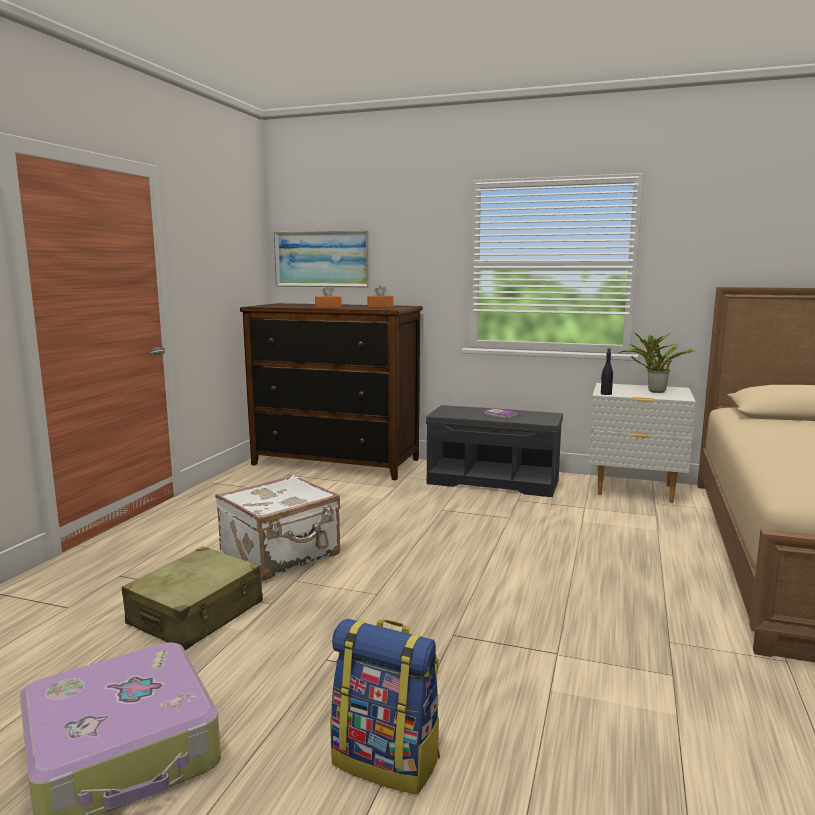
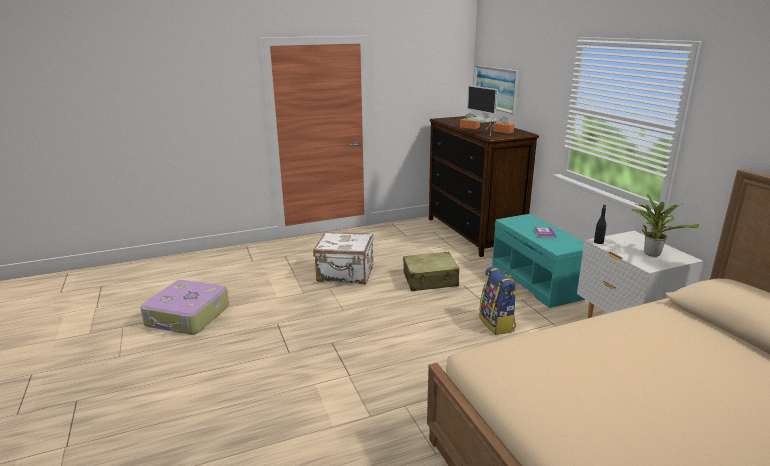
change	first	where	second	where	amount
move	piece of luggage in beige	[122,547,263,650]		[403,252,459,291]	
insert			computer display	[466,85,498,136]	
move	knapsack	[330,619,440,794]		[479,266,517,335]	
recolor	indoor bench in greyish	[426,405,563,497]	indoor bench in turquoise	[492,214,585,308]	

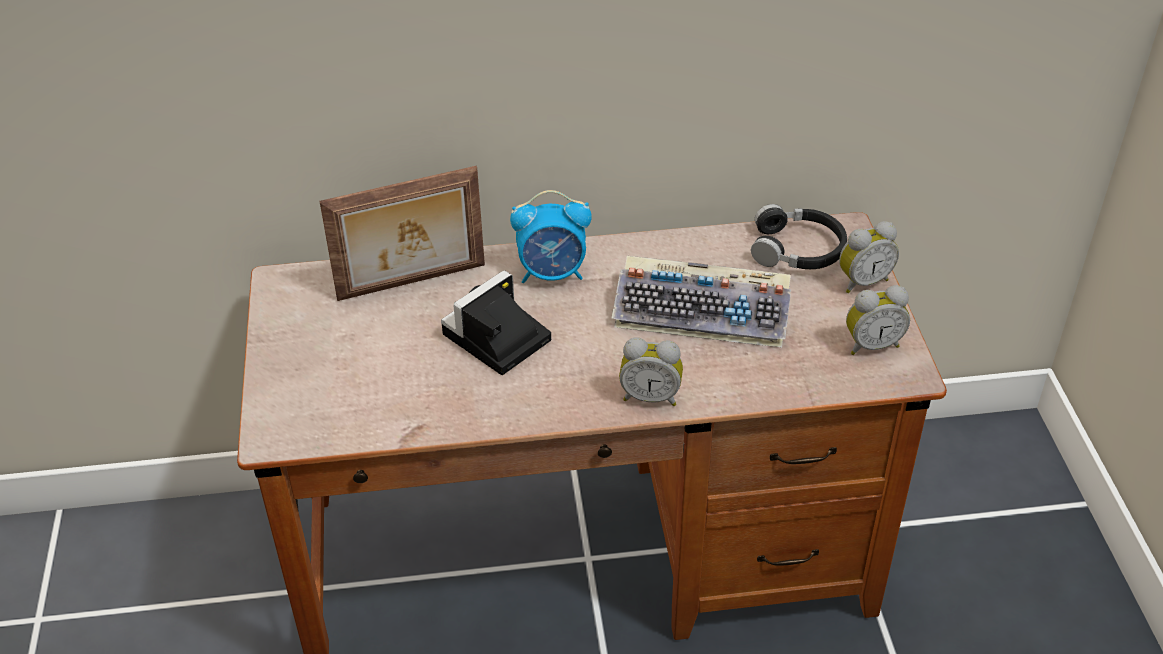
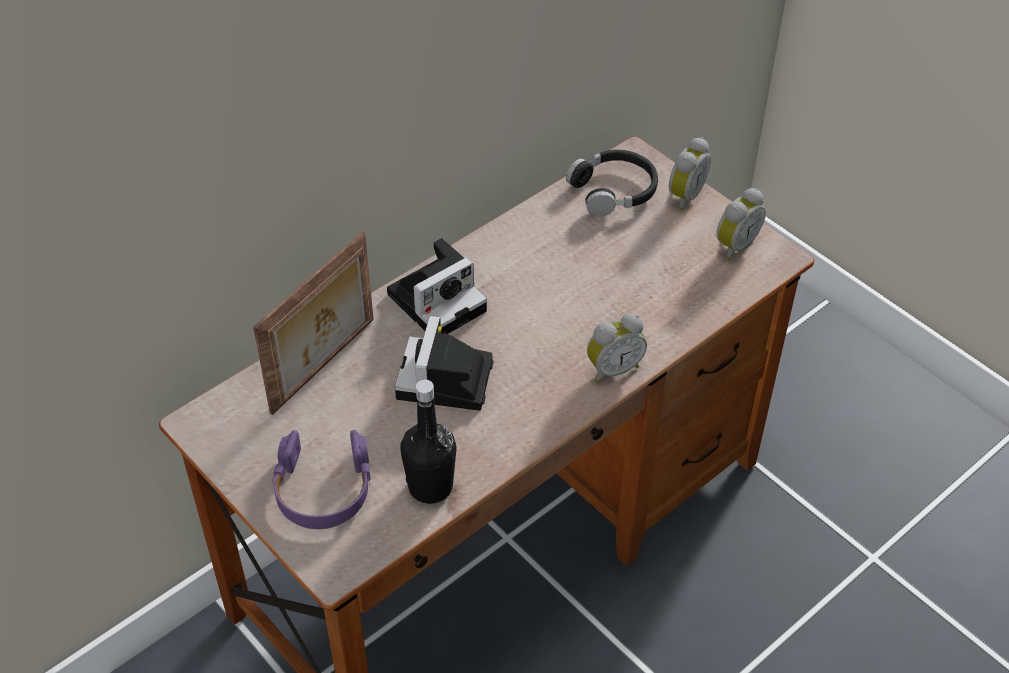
change	first	where	second	where	amount
insert			headphones in purple	[272,430,371,529]	
replace	bedside clock	[510,190,592,283]	still camera	[387,238,487,334]	
insert			bottle in black	[400,380,457,504]	
delete	computer keyboard	[611,256,791,347]			

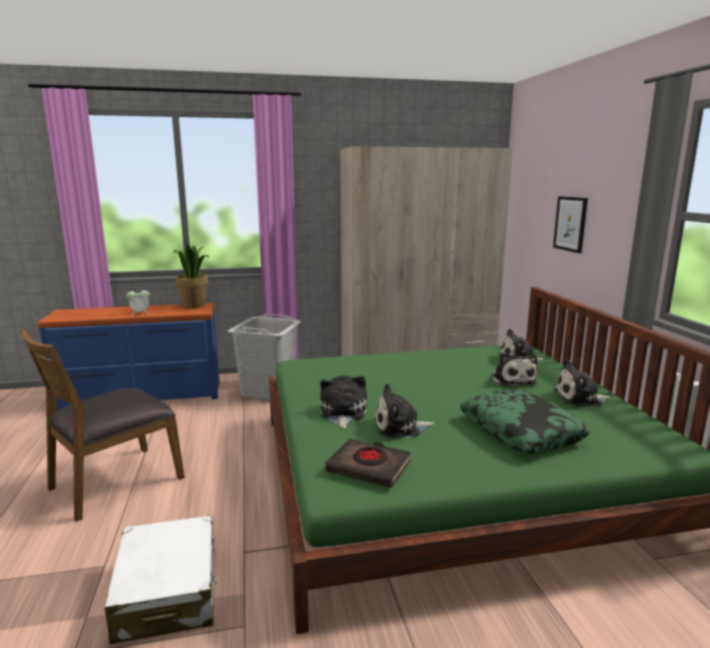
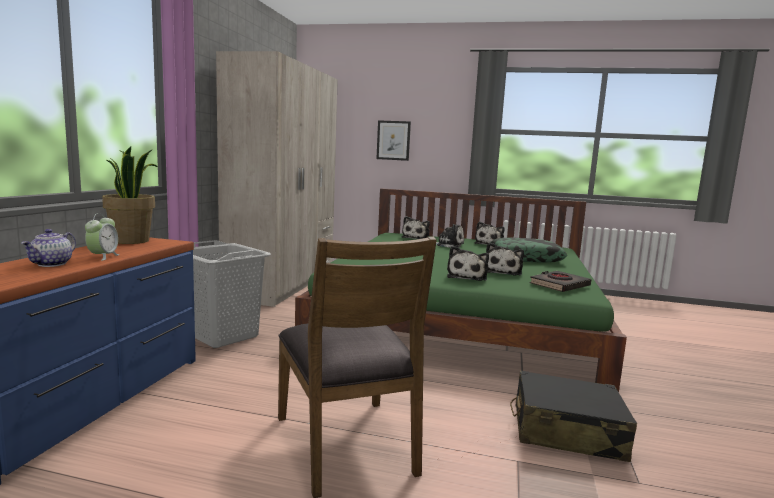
change	first	where	second	where	amount
insert			pot for tea	[21,229,76,267]	
rotate	plush toy	[320,376,367,429]		[447,246,489,281]	105 degrees counterclockwise
recolor	piece of luggage in whitish	[105,515,217,644]	piece of luggage in black	[510,370,637,462]	

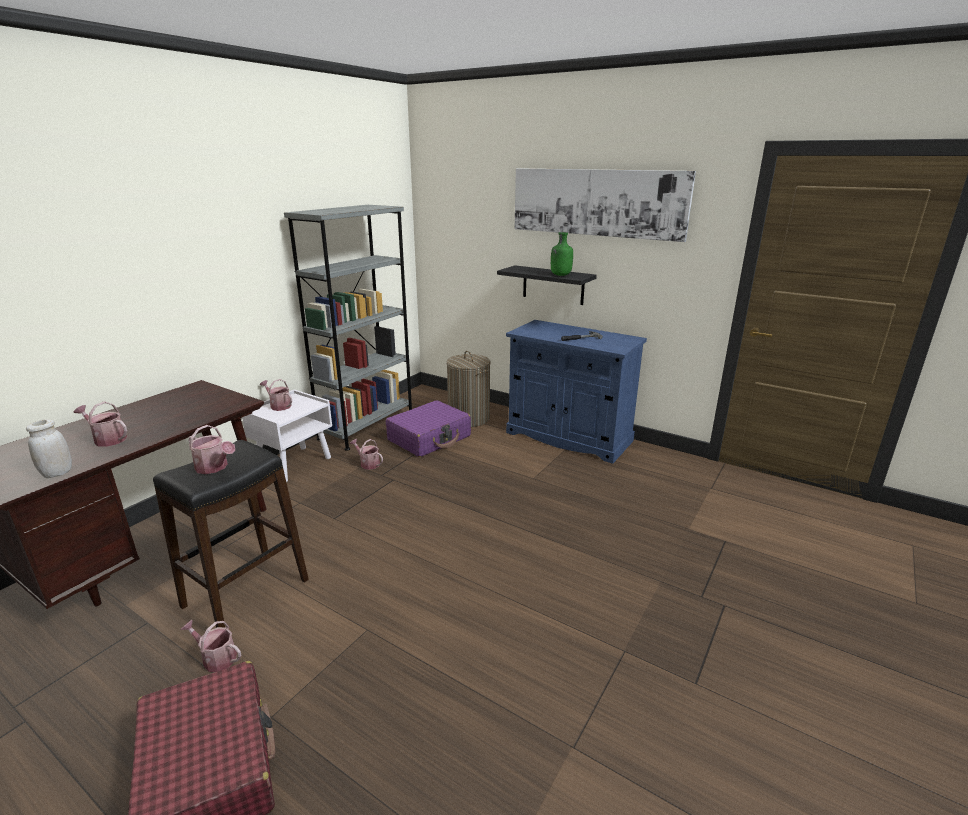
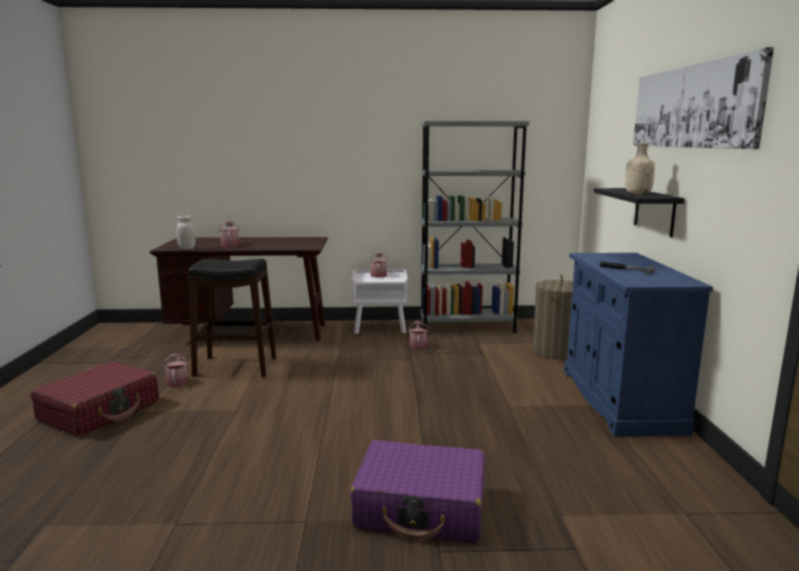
change	first	where	second	where	amount
move	piece of luggage in purple	[386,400,471,457]		[350,440,485,543]	
recolor	bottle in green-coloured	[551,232,573,276]	bottle in beige	[625,143,655,195]	
delete	watering pot	[188,425,235,474]			

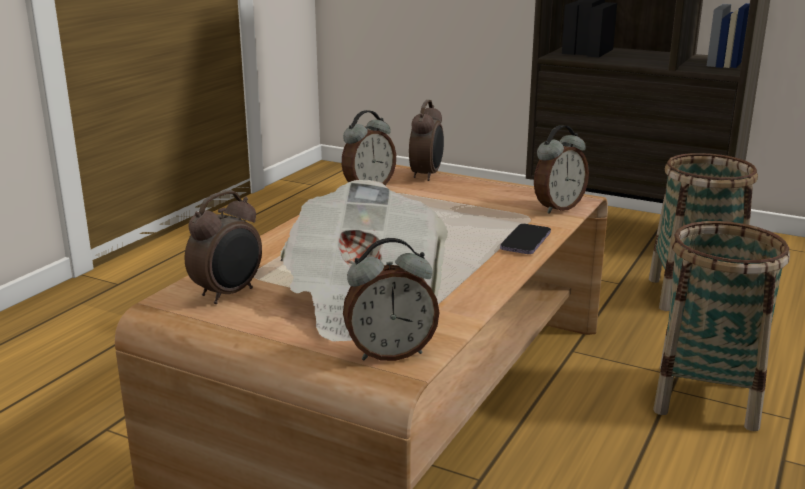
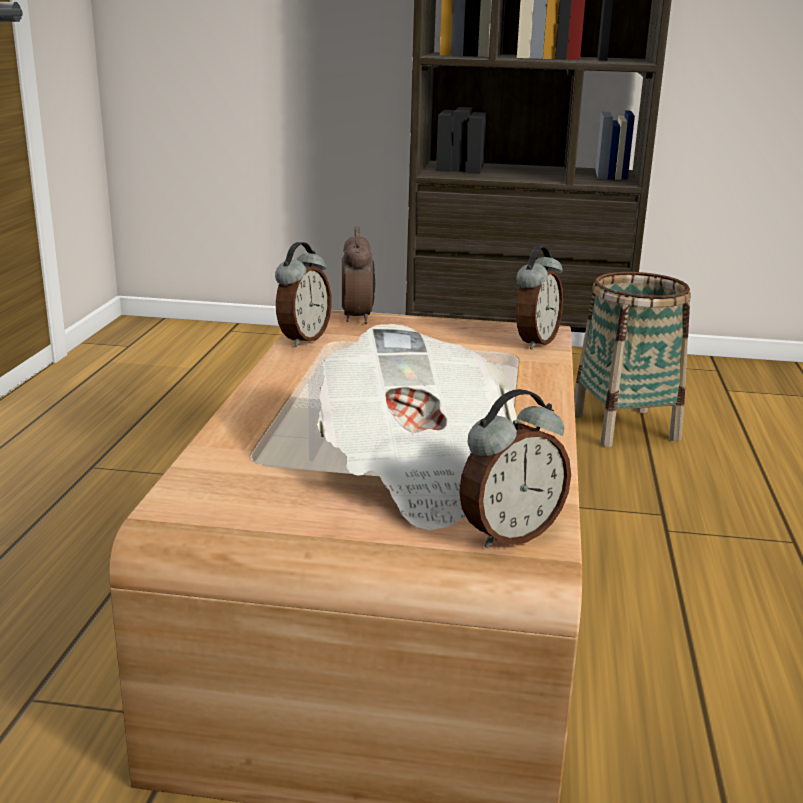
change	first	where	second	where	amount
delete	bedside clock	[185,190,262,304]			
delete	telephone	[500,224,551,254]			
delete	household basket	[653,221,790,431]			

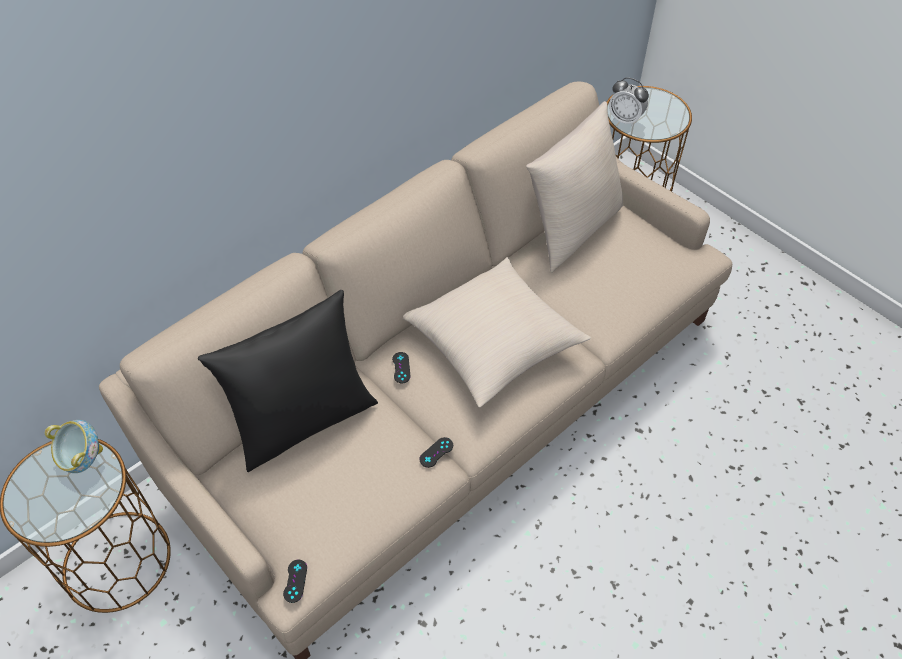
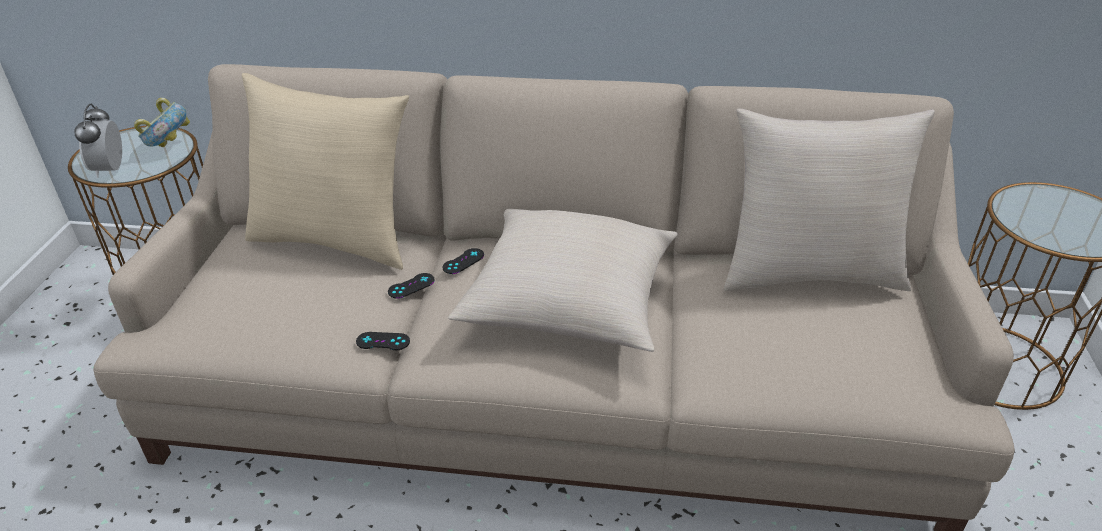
change	first	where	second	where	amount
move	bedside clock	[609,77,649,127]		[74,104,122,178]	
recolor	pillow in black	[198,290,378,472]	pillow in beige	[242,73,409,270]	
move	gamepad in black	[283,560,307,603]		[388,273,435,298]	

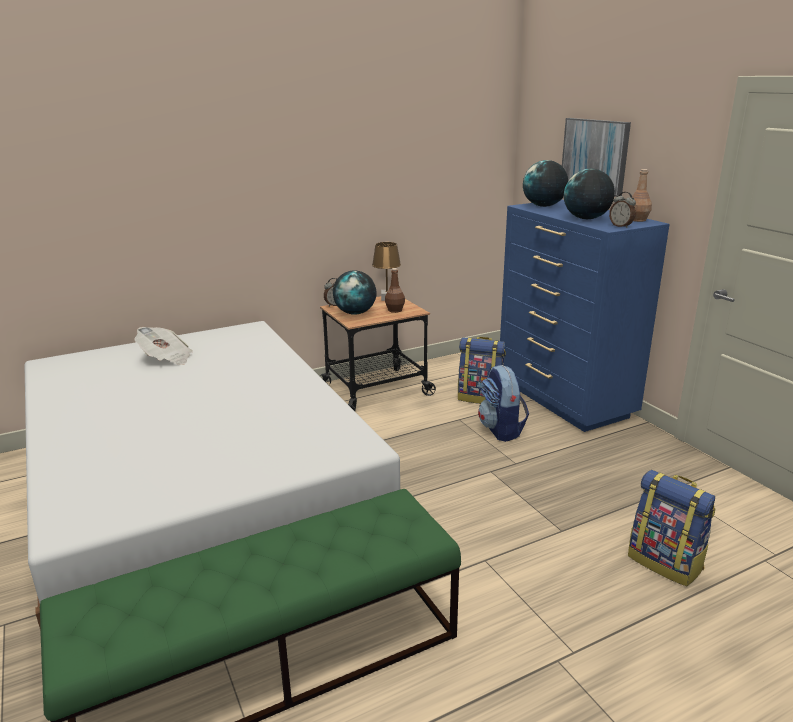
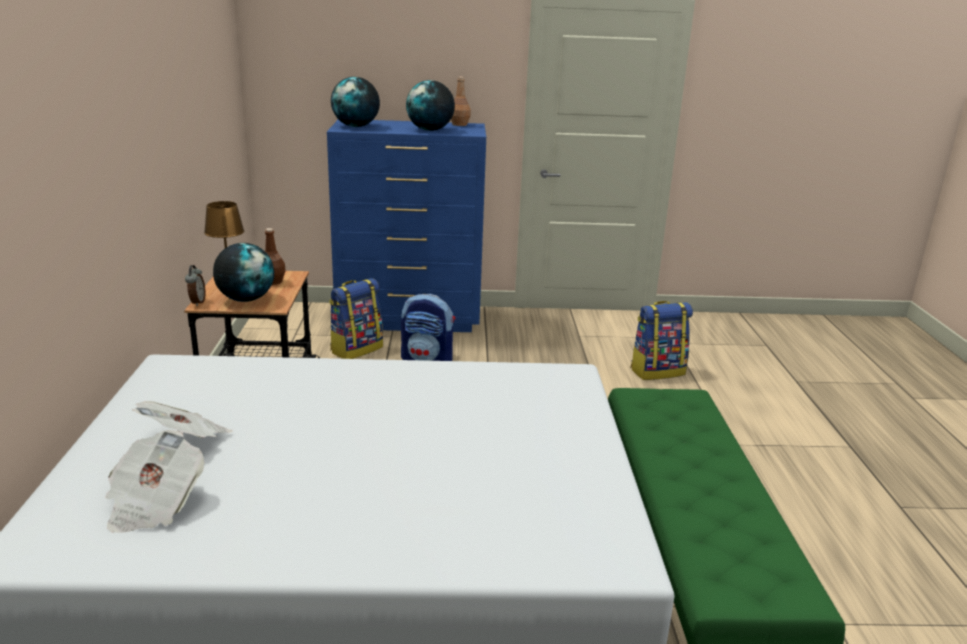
change	first	where	second	where	amount
insert			daily paper	[105,430,204,533]	
delete	picture	[562,118,631,197]			
delete	bedside clock	[609,192,636,228]			

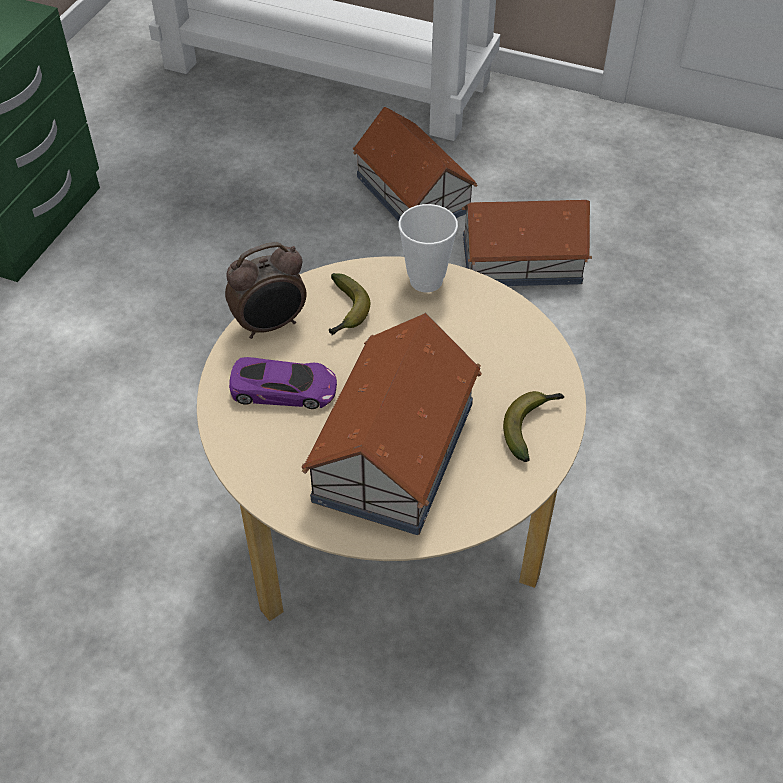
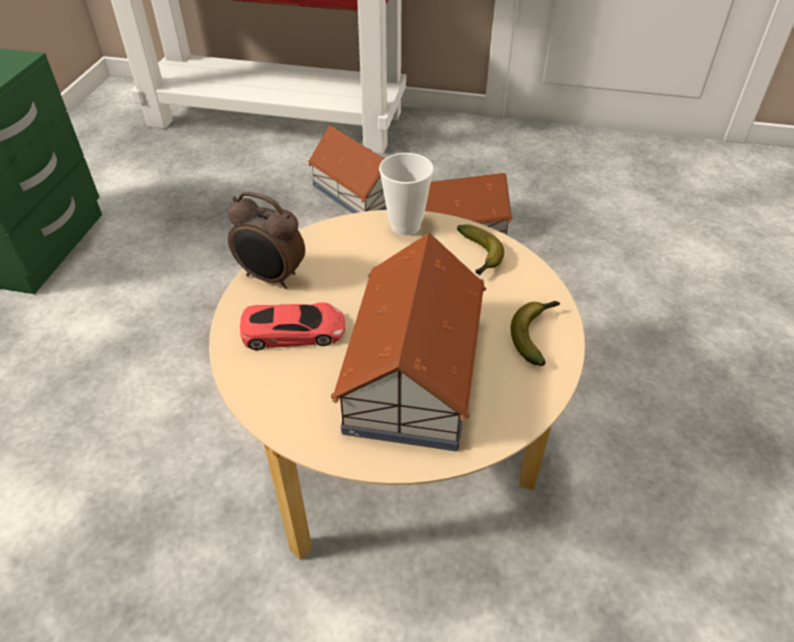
change	first	where	second	where	amount
rotate	bedside clock	[225,242,307,339]		[228,191,305,289]	60 degrees clockwise
recolor	miniature car in purple	[229,357,337,409]	miniature car in reddish	[240,302,345,350]	
move	banana fruit	[329,273,370,336]		[457,224,504,276]	

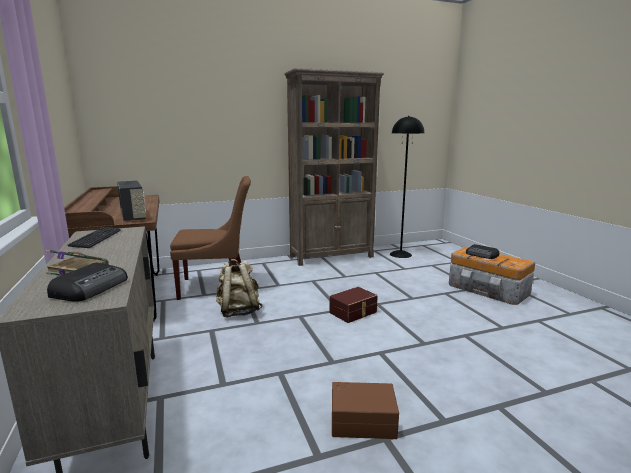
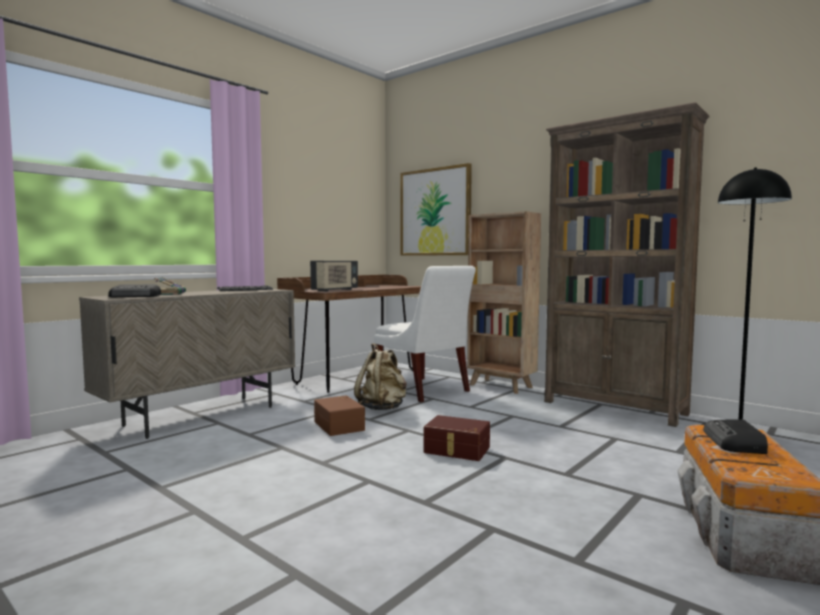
change	first	where	second	where	amount
move	storage container in brown	[332,382,399,439]		[314,395,365,436]	
recolor	upright chair in brown	[170,176,251,300]	upright chair in whitish	[374,266,476,402]	
insert			picture	[400,163,472,256]	
insert			bookcase in brown	[467,211,541,394]	

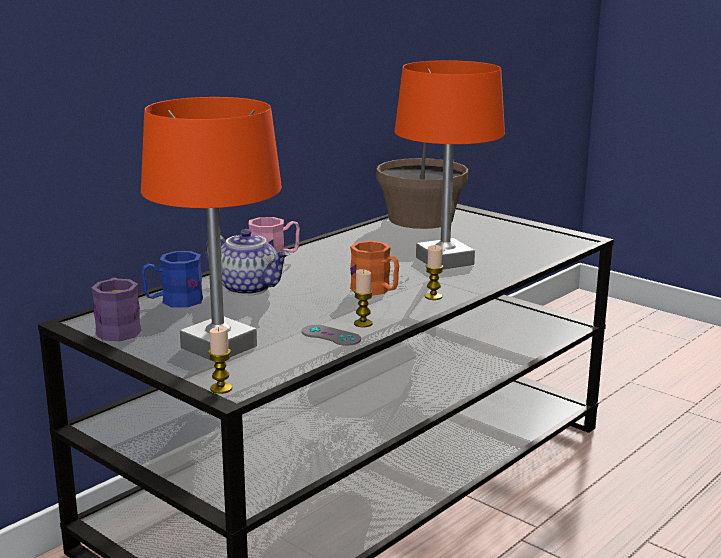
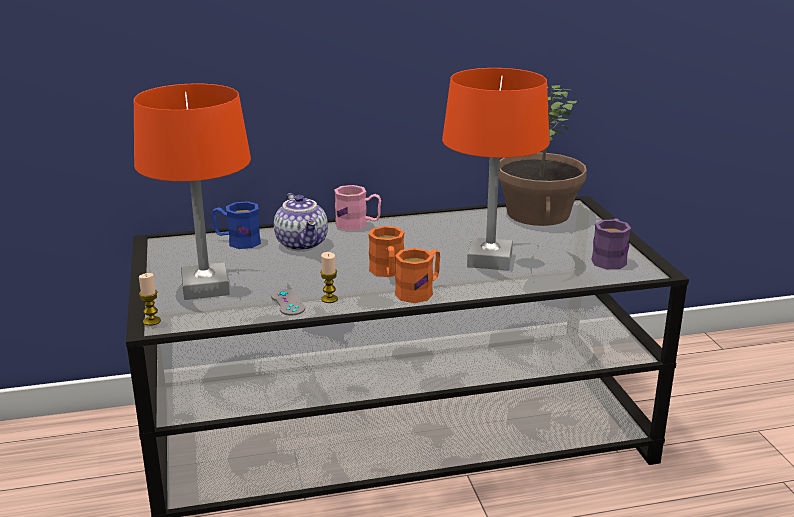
change	first	where	second	where	amount
replace	candle	[425,245,444,300]	coffee mug in orangey	[395,248,440,303]	
move	coffee mug in purple	[91,278,142,341]		[591,218,631,269]	

